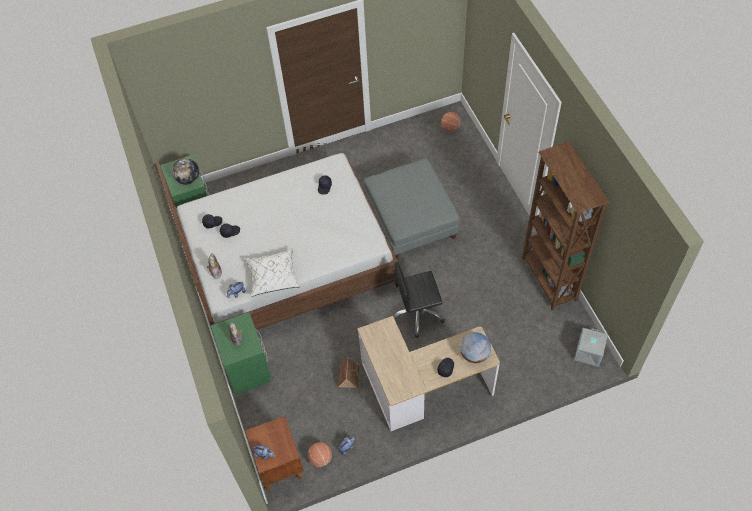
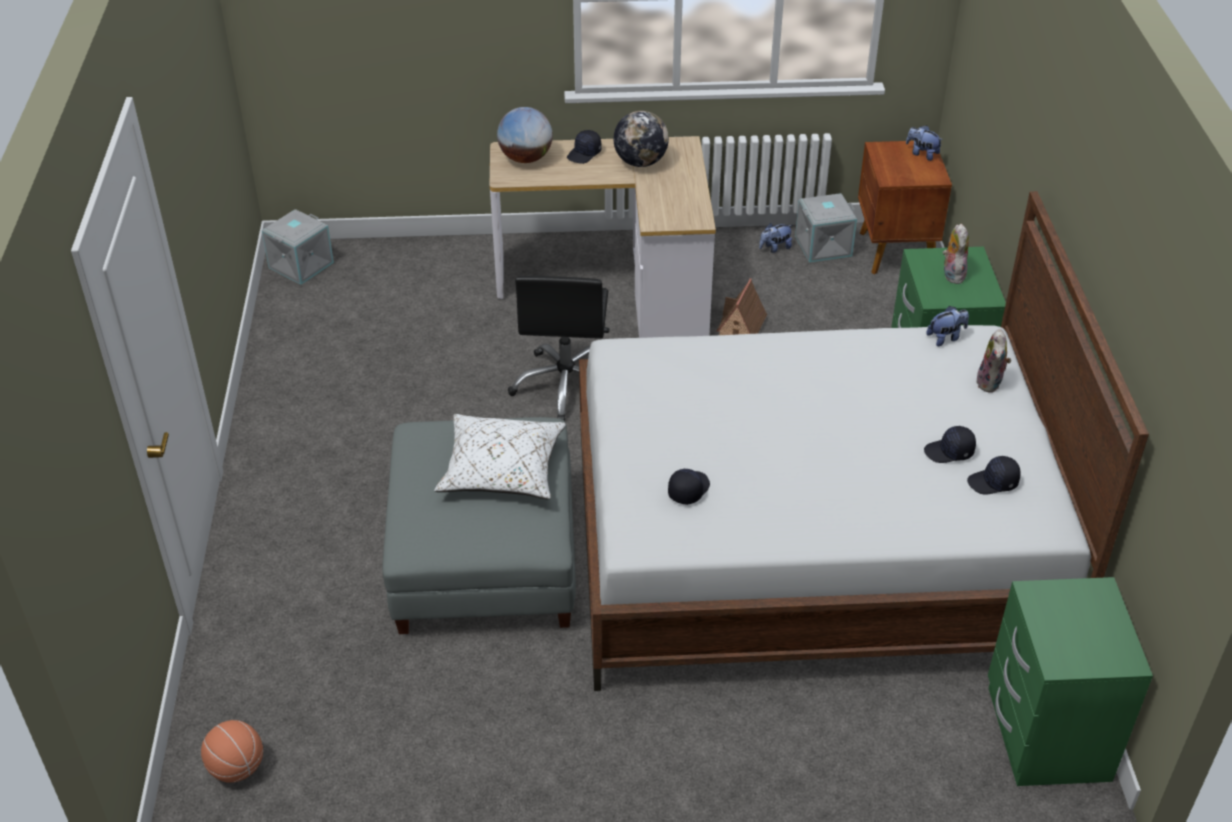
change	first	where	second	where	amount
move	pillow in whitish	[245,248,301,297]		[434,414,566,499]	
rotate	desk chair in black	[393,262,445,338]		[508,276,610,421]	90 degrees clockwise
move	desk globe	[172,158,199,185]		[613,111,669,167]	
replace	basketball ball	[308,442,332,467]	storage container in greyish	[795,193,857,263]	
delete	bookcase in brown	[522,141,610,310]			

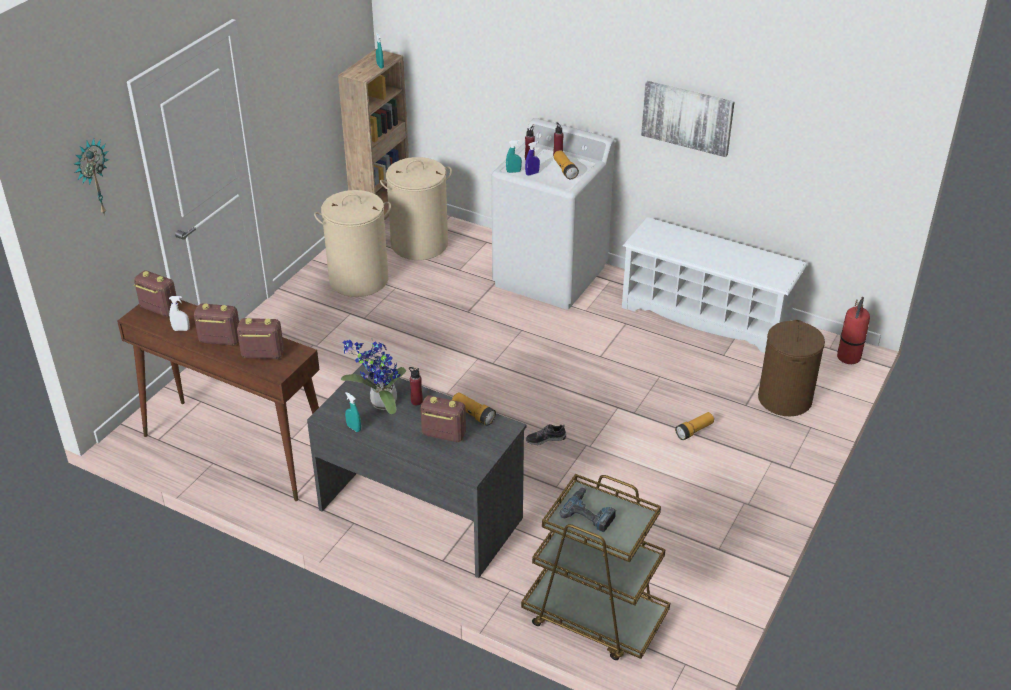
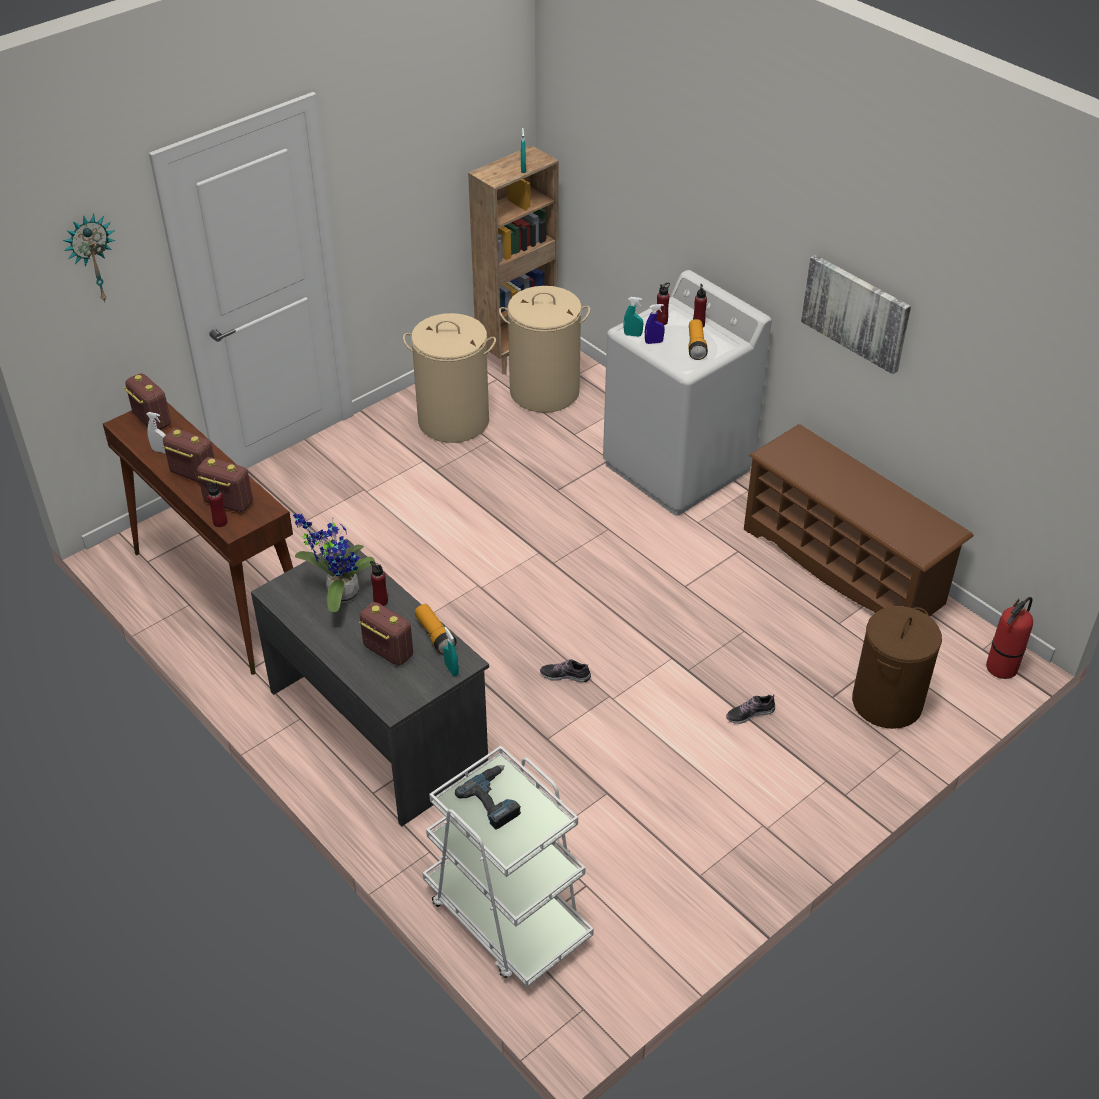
change	first	where	second	where	amount
insert			bottle in reddish	[205,483,228,527]	
recolor	wheeled cart in brown	[521,474,670,660]	wheeled cart in whitish	[423,746,594,987]	
move	spray bottle in turquoise	[345,392,361,432]		[444,627,459,676]	
replace	torch	[675,412,714,440]	low shoe	[726,694,775,724]	
recolor	shoe stand in whitish	[622,217,807,353]	shoe stand in brown	[744,424,974,617]	

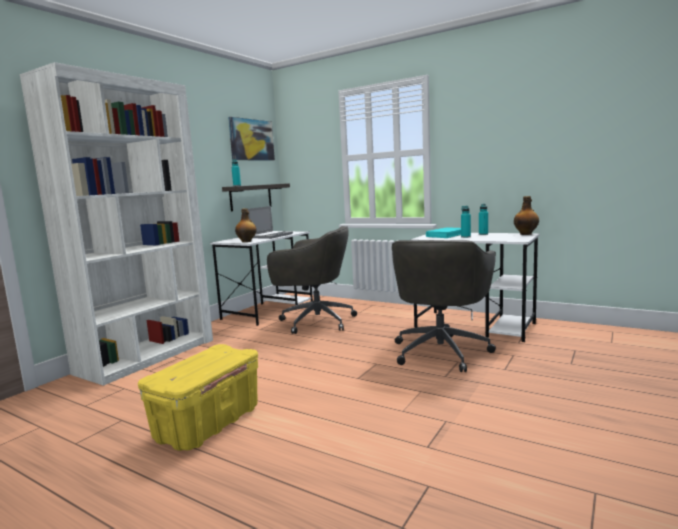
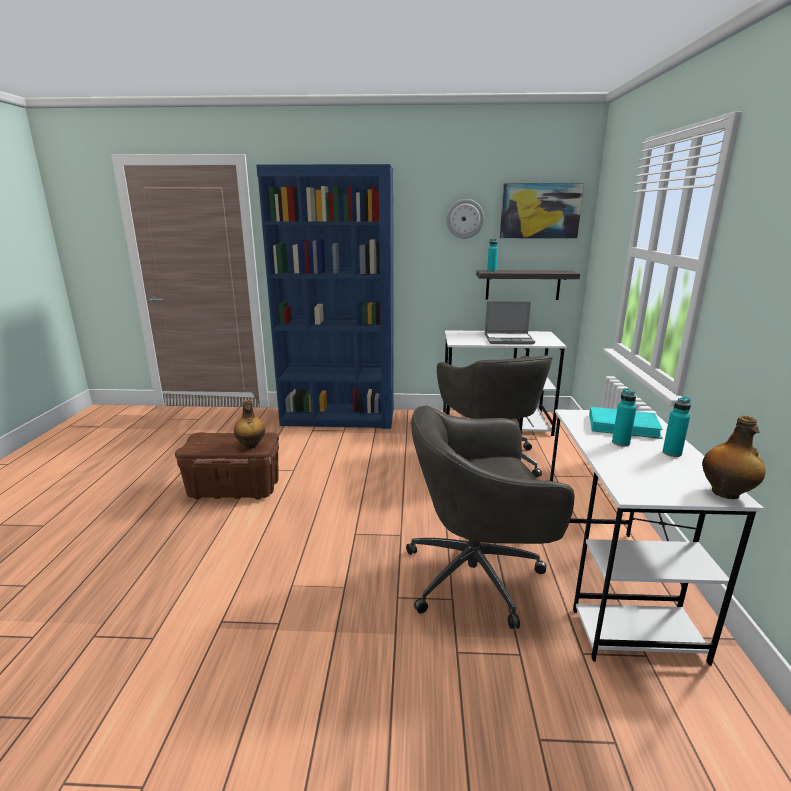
change	first	where	second	where	amount
recolor	storage container in yellow-coloured	[138,344,258,451]	storage container in brown	[175,432,279,500]	
move	bottle	[235,208,256,242]		[234,400,265,449]	
recolor	bookcase in whitish	[20,62,213,386]	bookcase in blue-coloured	[256,164,394,429]	
insert			clock on the wall	[446,199,484,239]	

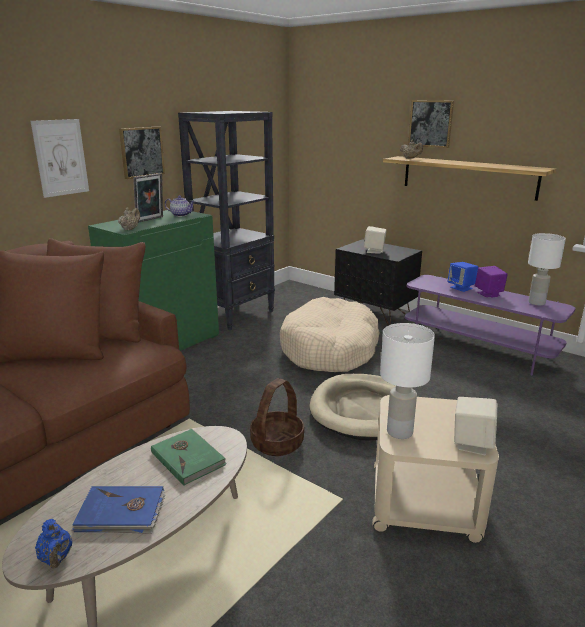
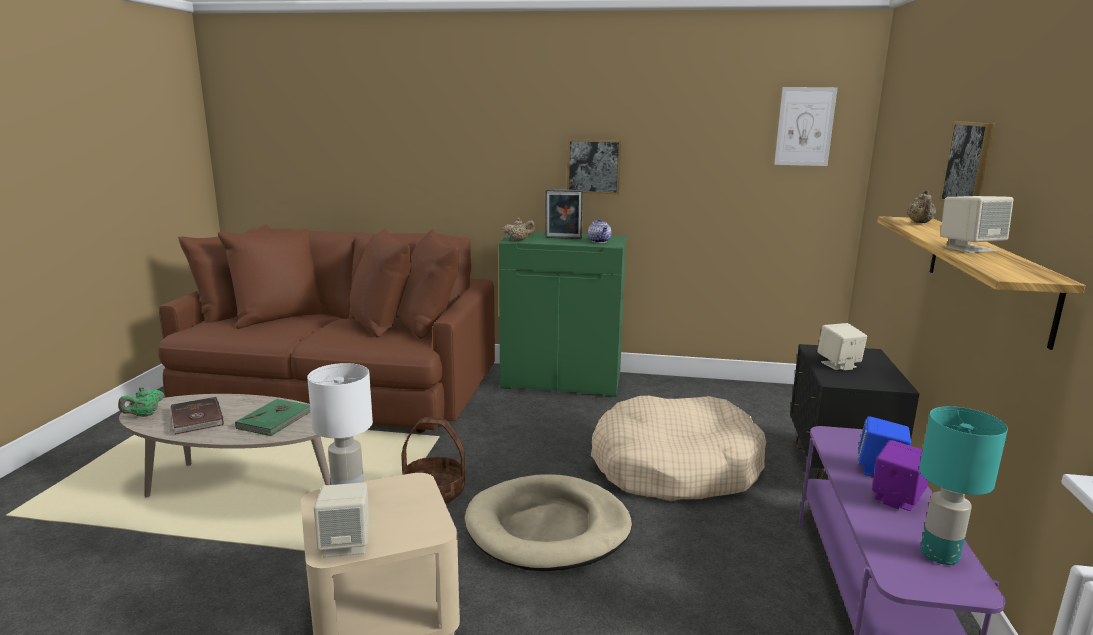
change	first	where	second	where	amount
recolor	pot for tea in blue-coloured	[35,519,72,569]	pot for tea in green-coloured	[118,387,164,417]	
recolor	book in blue-coloured	[72,486,165,534]	book in brown	[170,397,224,434]	
move	picture	[31,119,89,198]		[774,87,838,166]	
recolor	table lamp in whitish	[528,233,566,305]	table lamp in turquoise	[919,406,1008,565]	
insert			speaker in beige	[941,196,1014,253]	
delete	bookcase in black	[178,111,275,331]			

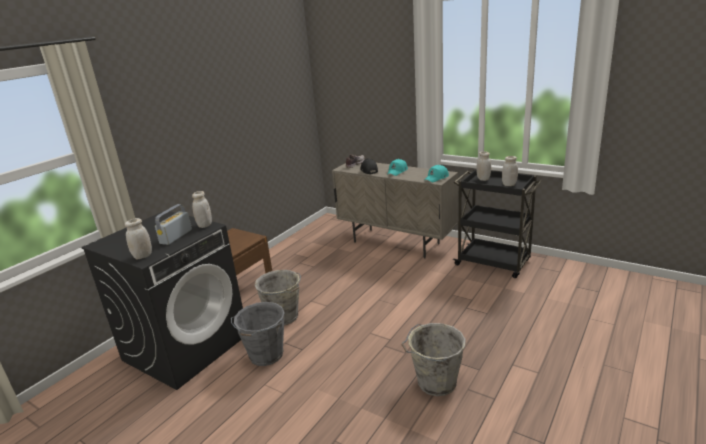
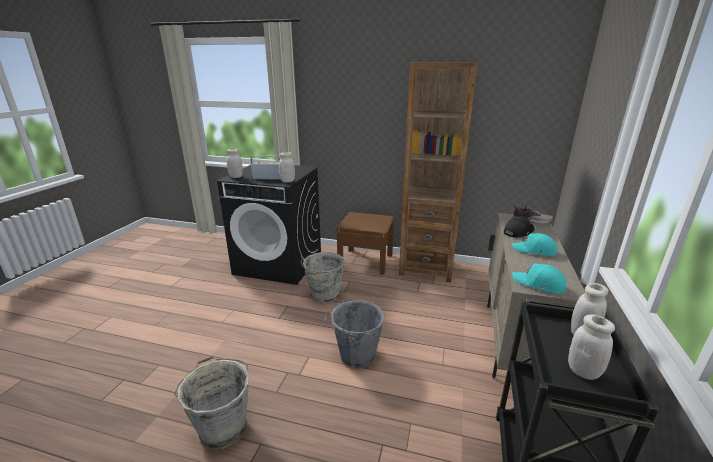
change	first	where	second	where	amount
move	bucket in greyish	[231,302,285,366]		[325,299,384,368]	
insert			bookcase in brown	[399,62,478,282]	

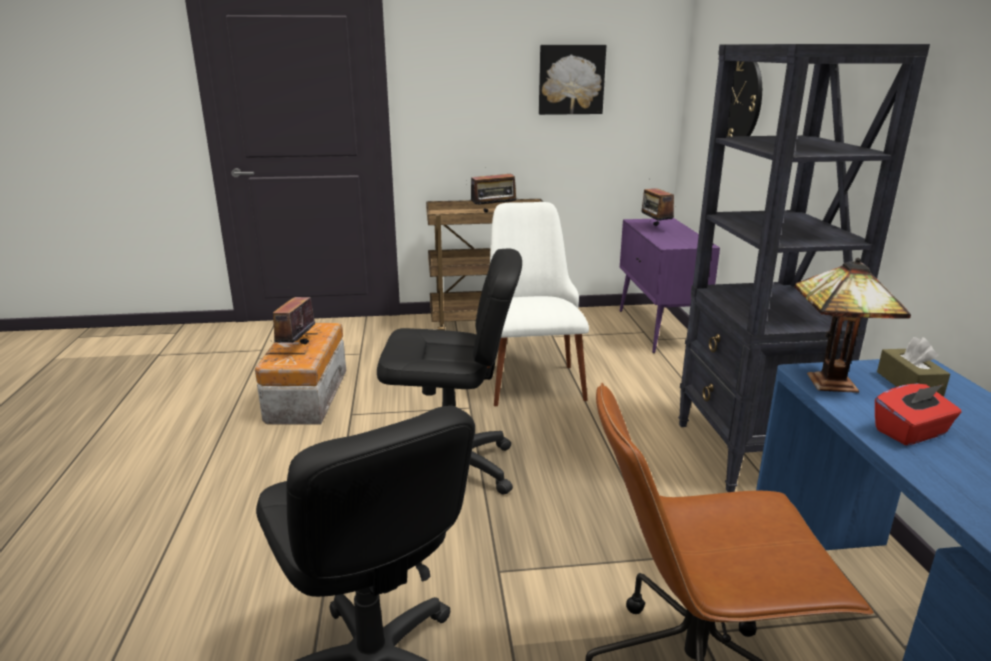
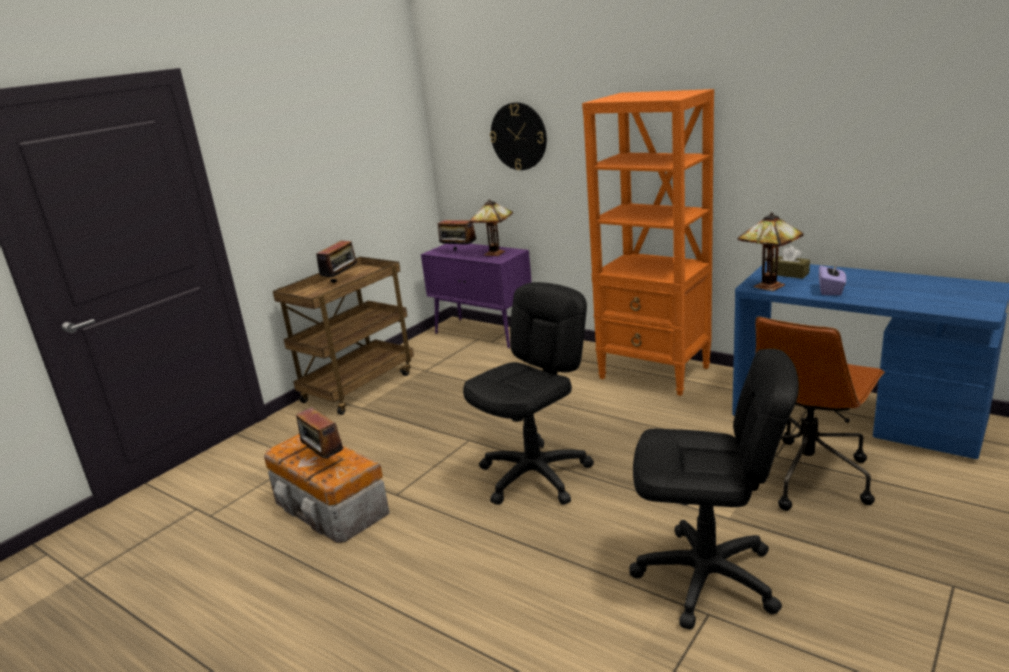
change	first	where	second	where	amount
insert			table lamp	[469,199,513,256]	
recolor	bookcase in black	[678,44,930,492]	bookcase in orangey	[582,89,714,396]	
recolor	tissue holder in reddish	[875,383,961,445]	tissue holder in purple	[819,262,846,295]	
delete	upright chair in whitish	[487,202,589,406]			
delete	picture	[539,45,606,115]			

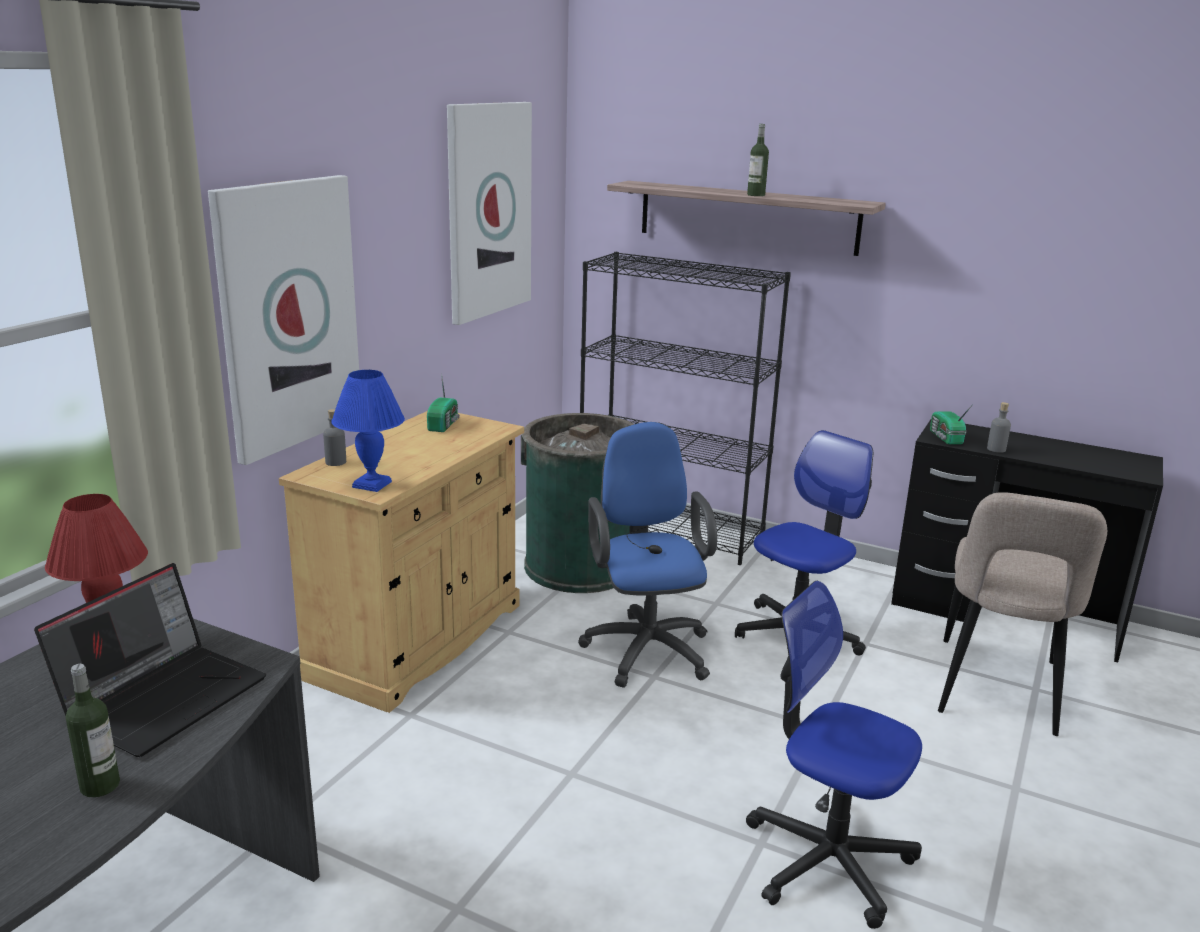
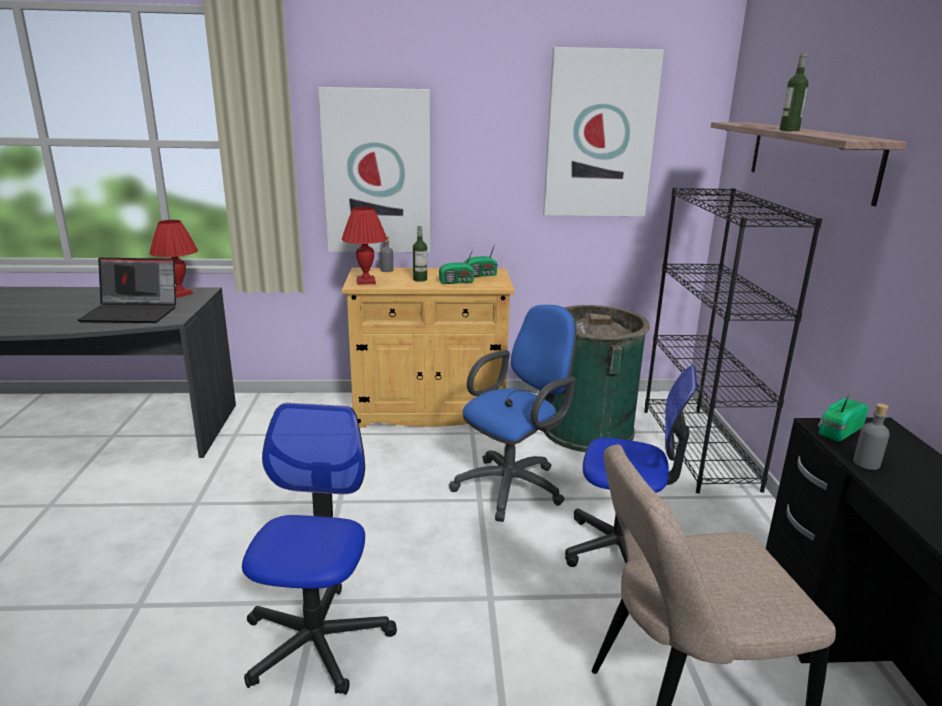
change	first	where	second	where	amount
recolor	table lamp in blue-coloured	[331,370,405,492]	table lamp in reddish	[342,207,387,285]	
move	bottle	[66,664,120,797]		[413,226,427,282]	
insert			radio receiver	[439,247,475,284]	

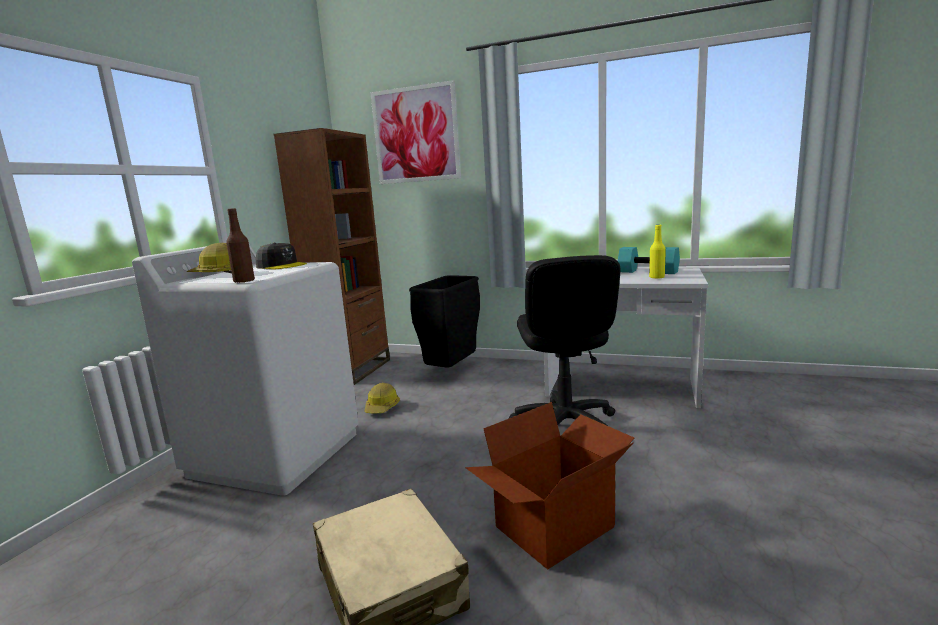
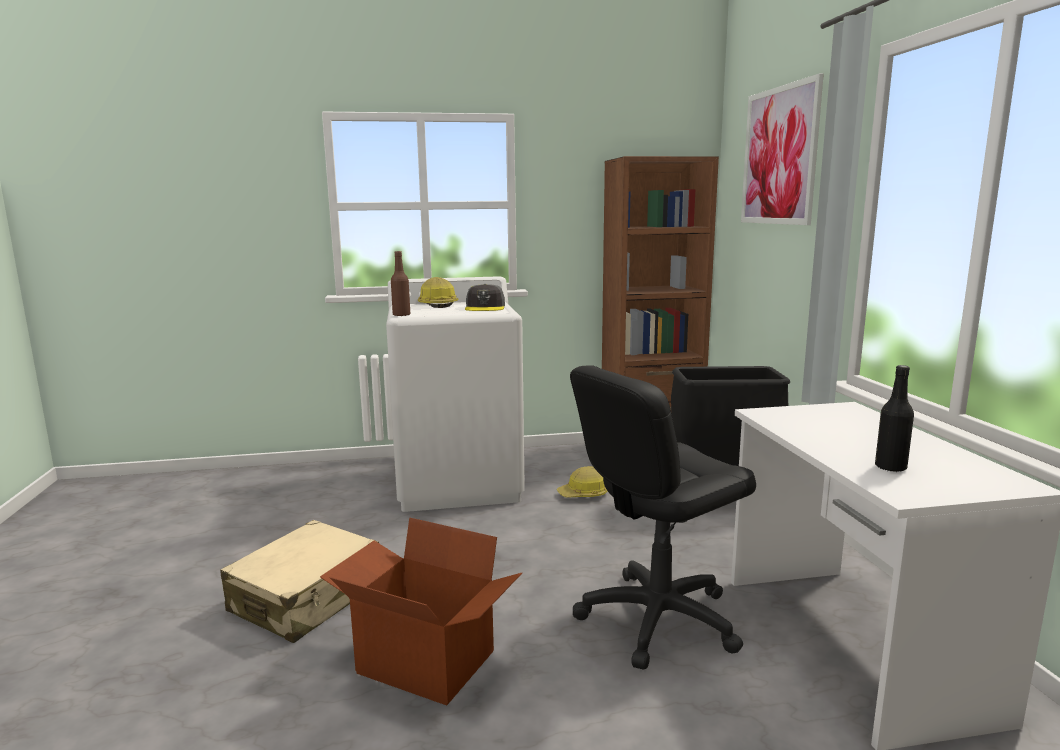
change	first	where	second	where	amount
recolor	bottle in yellow-coloured	[649,225,666,279]	bottle in black	[875,365,914,472]	
delete	hand weight in turquoise	[618,247,680,274]			

